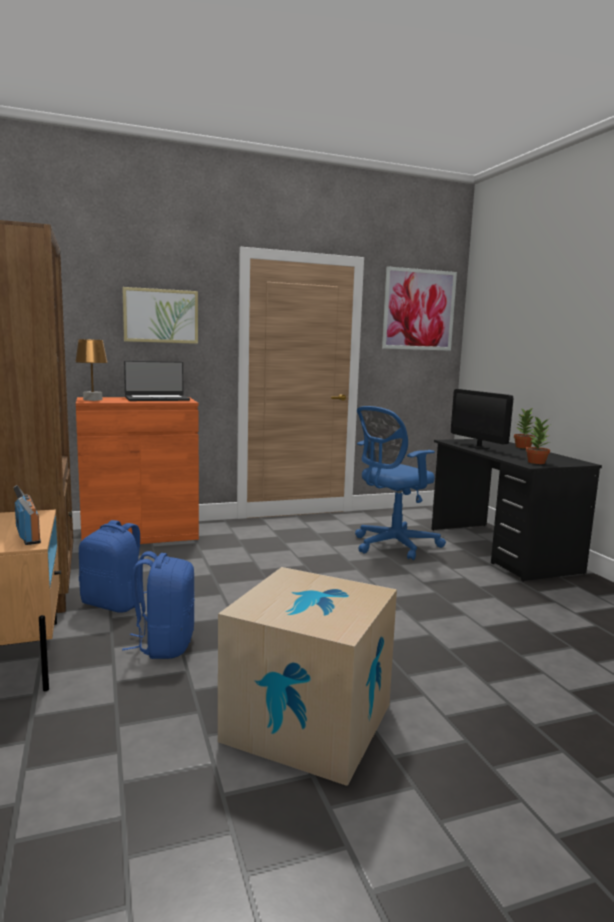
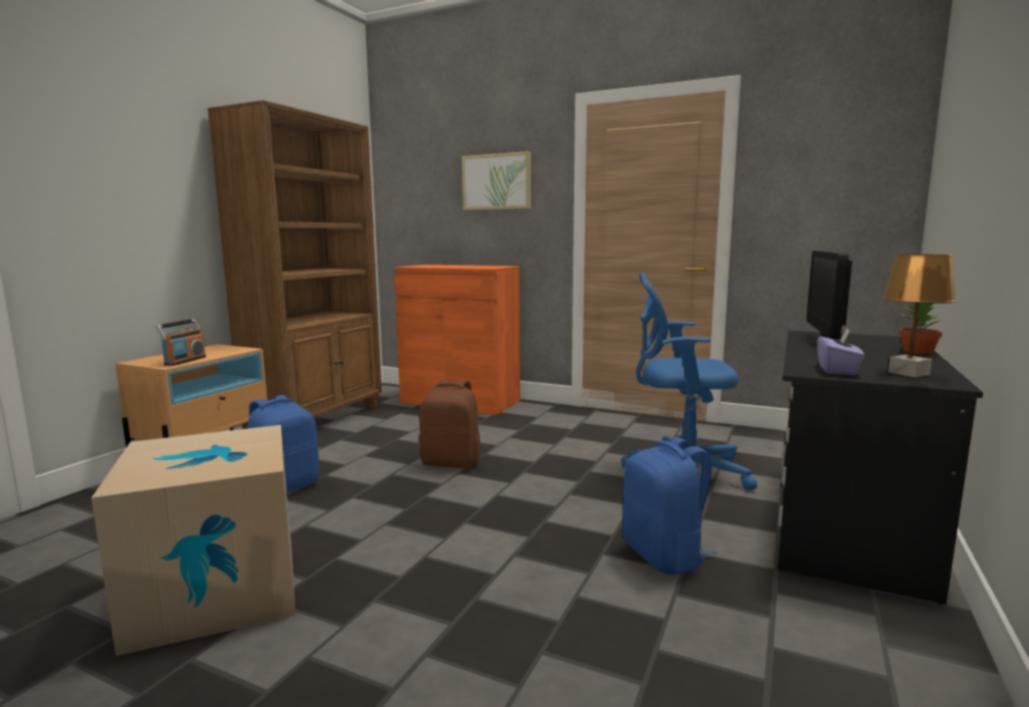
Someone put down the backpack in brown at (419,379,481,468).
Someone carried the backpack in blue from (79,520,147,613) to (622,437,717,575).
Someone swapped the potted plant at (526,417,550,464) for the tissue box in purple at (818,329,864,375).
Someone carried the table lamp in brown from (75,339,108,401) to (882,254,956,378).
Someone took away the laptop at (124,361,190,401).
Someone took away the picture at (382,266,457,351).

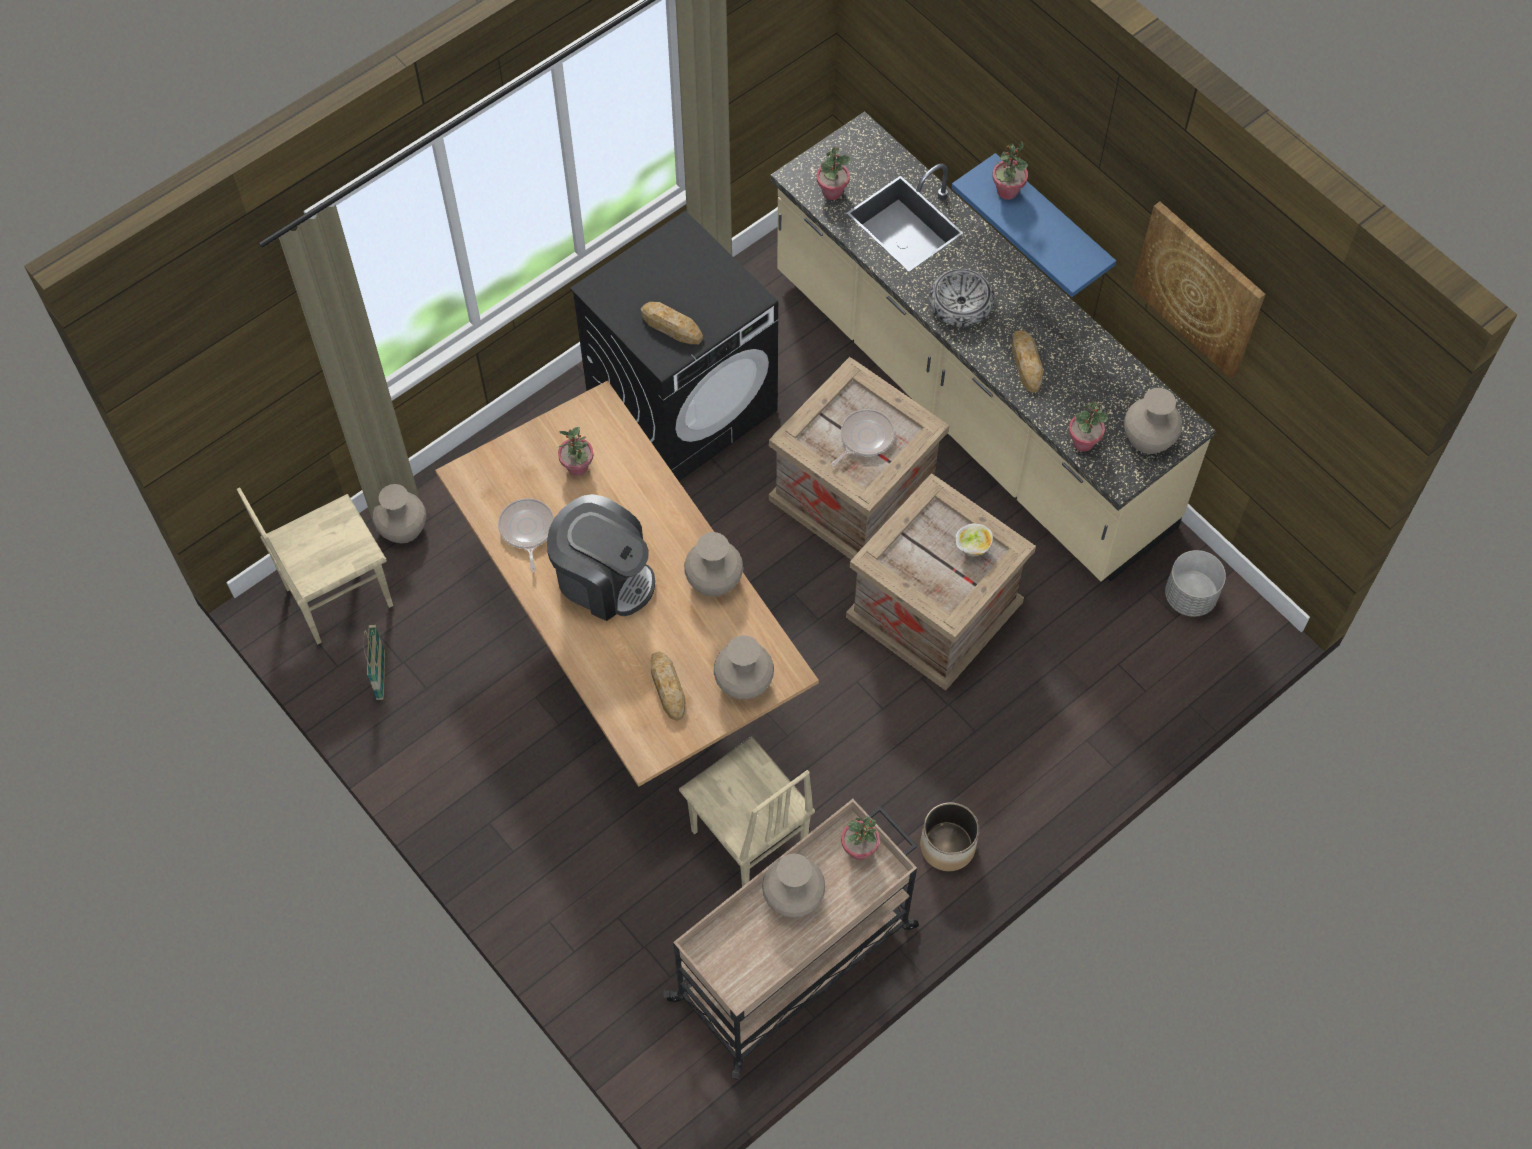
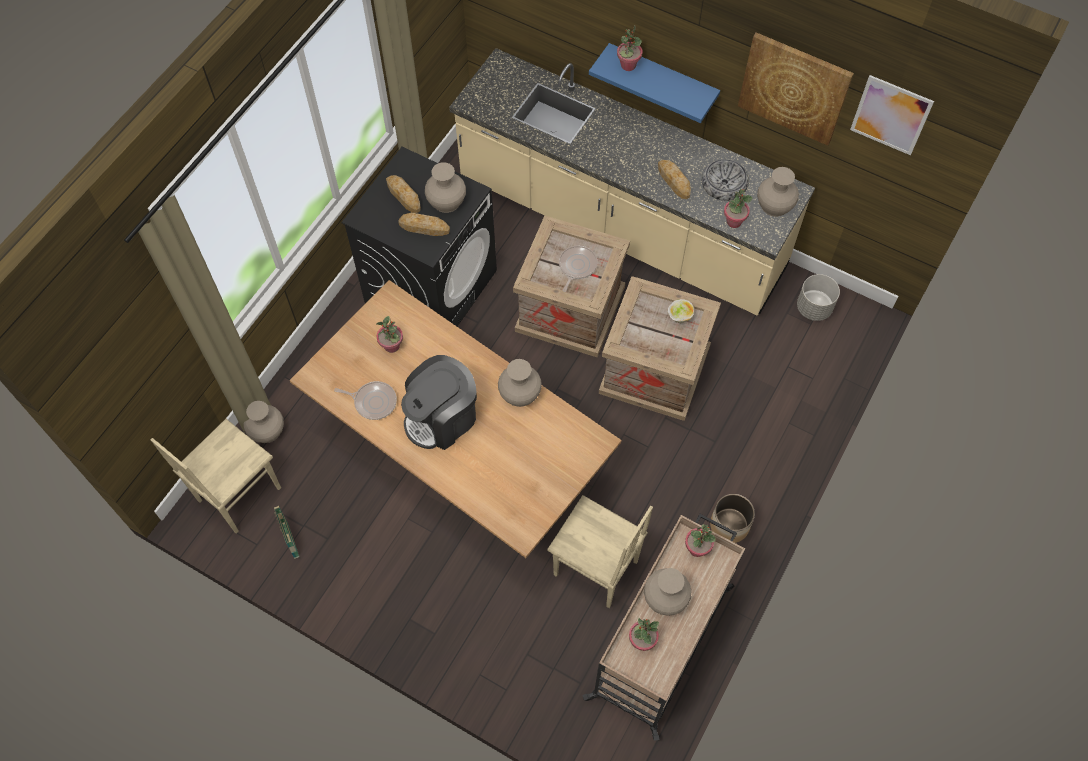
Someone rotated the frying pan at (498,498,554,572) by 135 degrees clockwise.
Someone carried the bread from (651,651,685,721) to (386,175,421,213).
Someone rotated the coffee machine at (547,494,655,621) by 135 degrees clockwise.
Someone carried the vase in beige from (714,635,774,700) to (425,162,466,213).
Someone carried the potted plant from (816,146,851,200) to (629,618,659,651).
Someone carried the bowl from (929,269,994,327) to (701,159,749,201).
Someone put up the picture at (850,75,934,155).

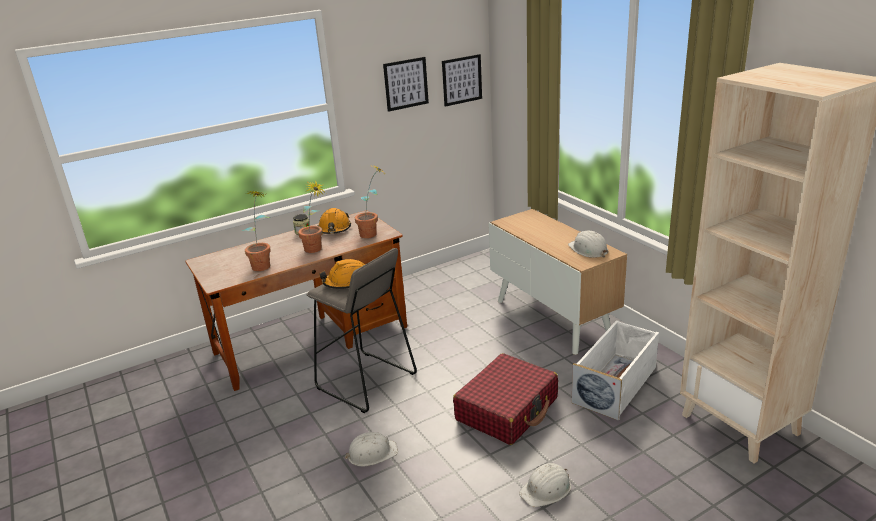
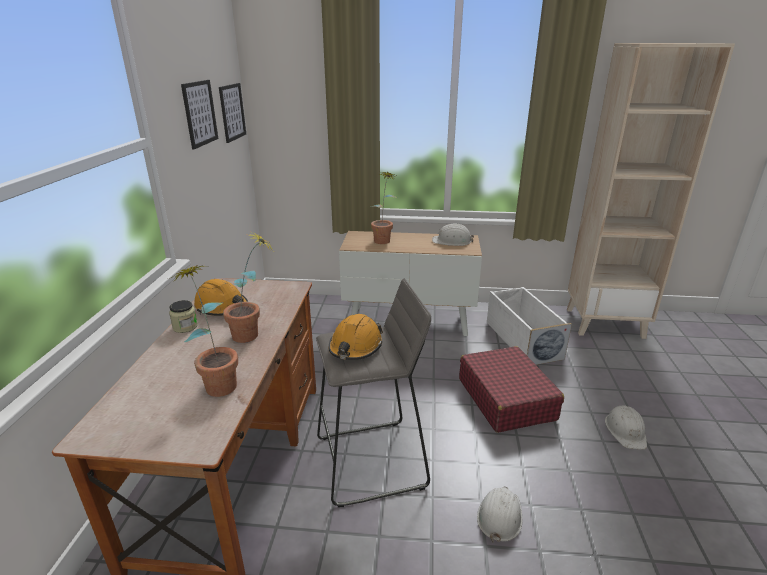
Someone carried the potted plant from (355,165,384,238) to (371,171,397,244).

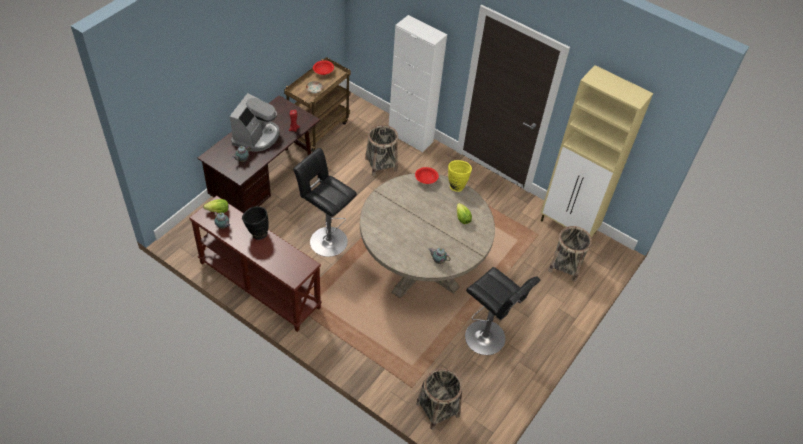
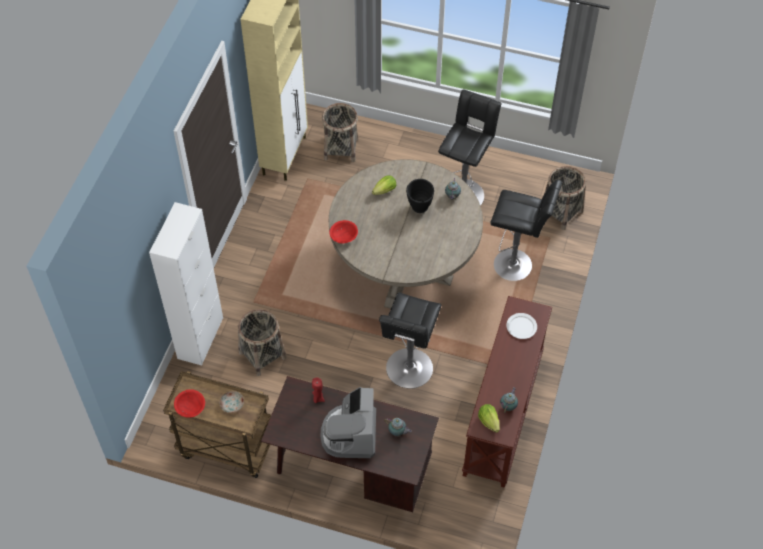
Someone rotated the coffee machine at (230,93,280,152) by 90 degrees counterclockwise.
Someone carried the vase in black from (242,206,269,240) to (406,179,434,213).
Someone put down the stool in black at (490,180,562,281).
Someone put down the plate in white at (506,313,537,339).
Someone took away the vase in yellow at (448,160,472,192).

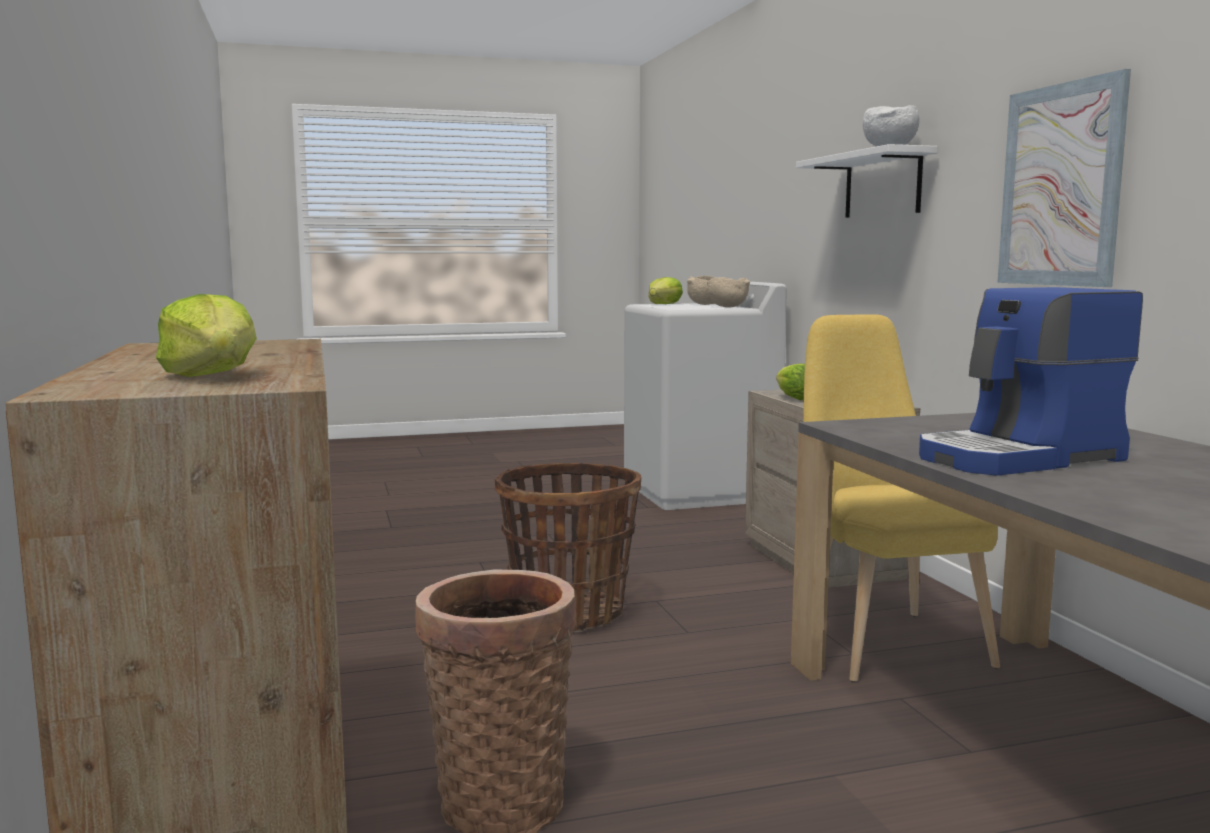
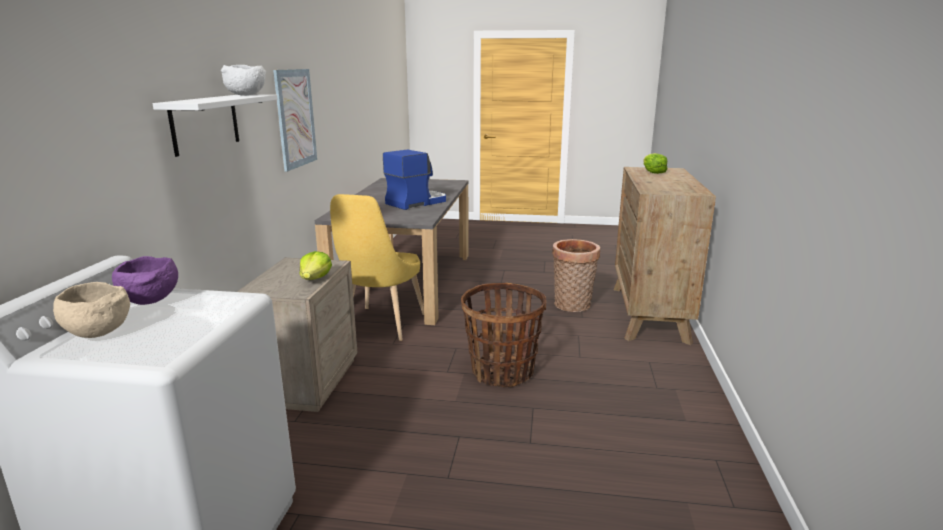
Someone repainted the bowl in beige at (707,277,750,308), which became the bowl in purple at (112,256,178,305).
Someone rotated the coffee machine at (919,287,1143,476) by 45 degrees counterclockwise.
Someone took away the lettuce at (648,277,683,304).

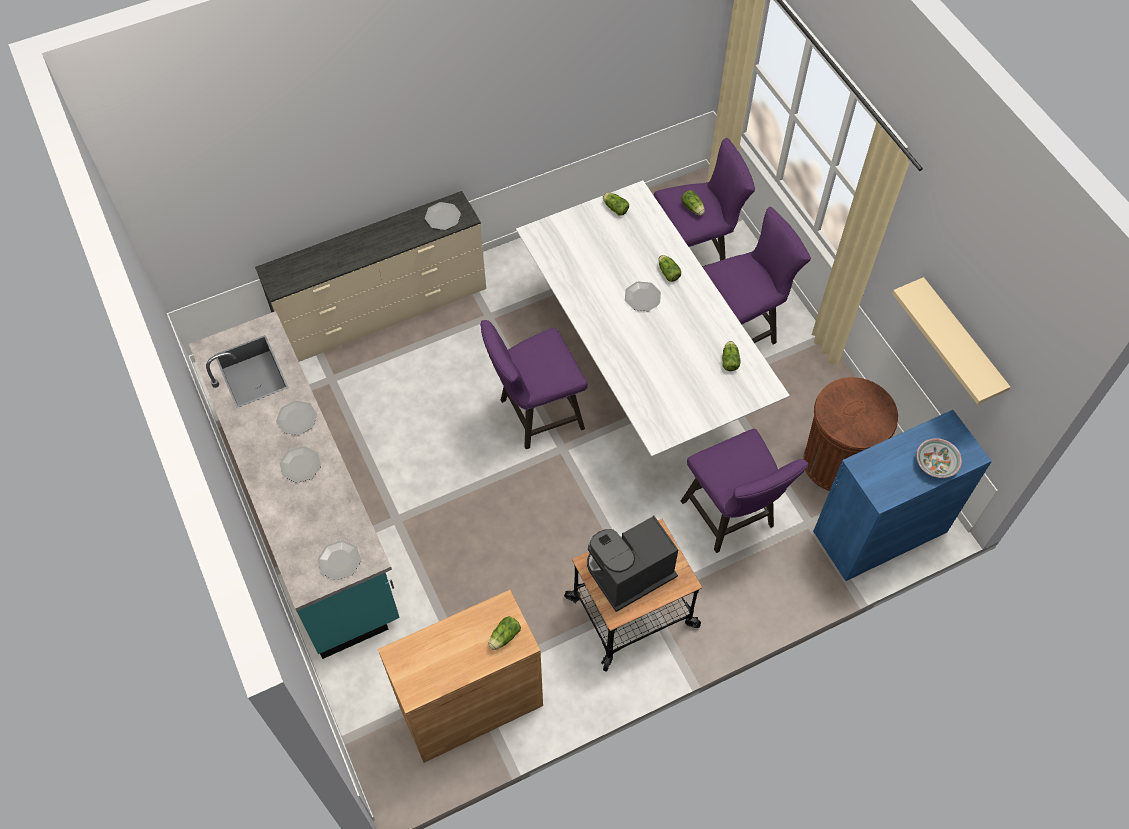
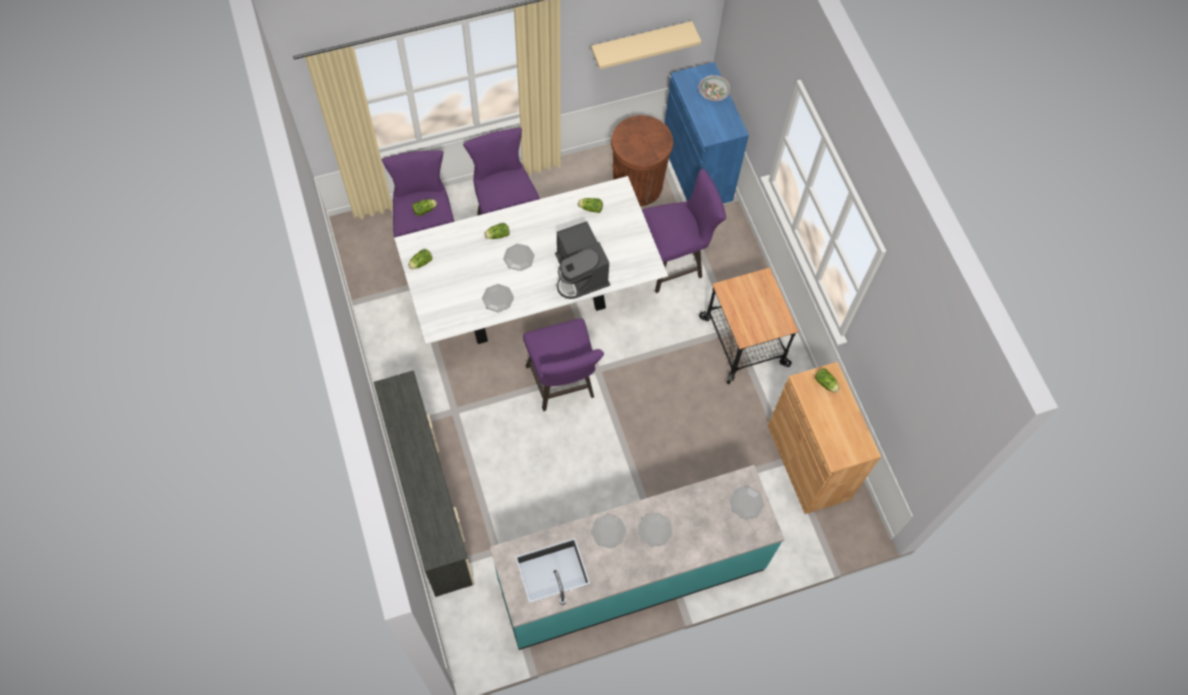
Someone carried the plate from (425,202,461,230) to (482,284,514,312).
Someone carried the coffee machine from (587,515,678,612) to (555,221,610,299).

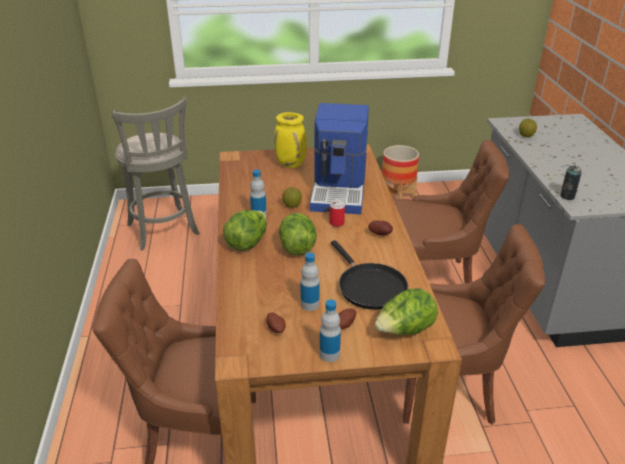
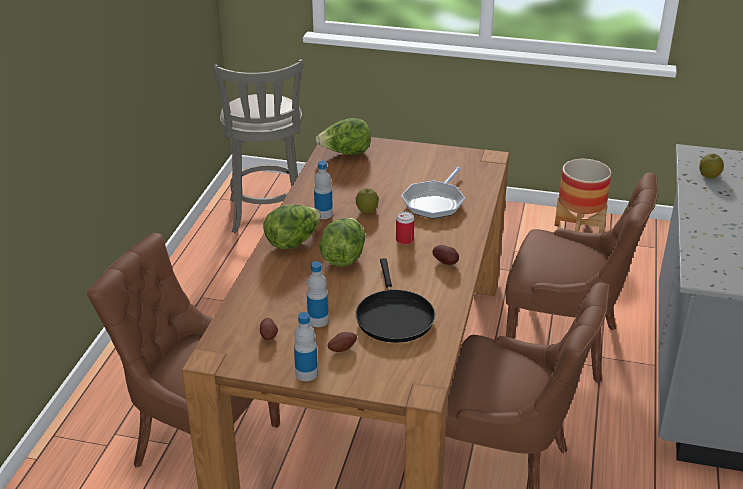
Someone carried the lettuce from (375,288,438,335) to (316,118,371,155).
Someone swapped the coffee machine at (310,103,369,214) for the frying pan at (401,167,465,219).
Someone took away the vase in yellow at (274,112,307,168).
Someone took away the can at (560,166,582,200).

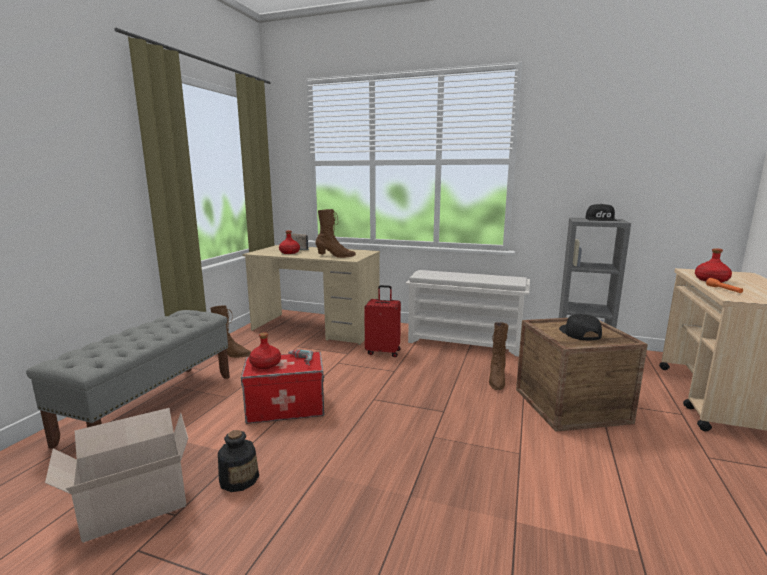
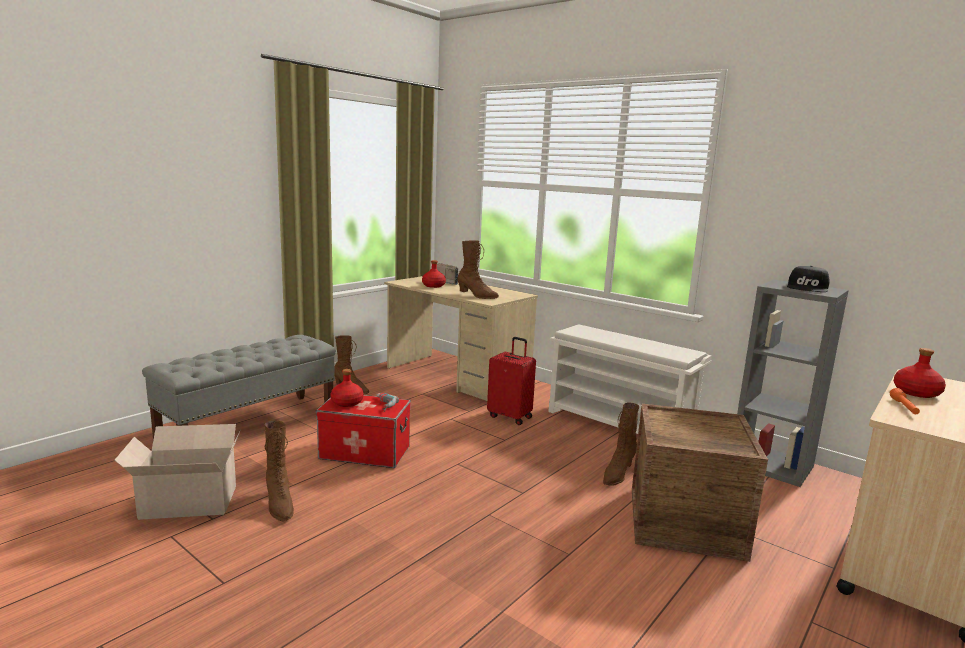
Someone swapped the bottle at (218,430,259,492) for the boot in brown at (265,420,294,522).
Someone took away the cap in black at (559,314,602,340).

